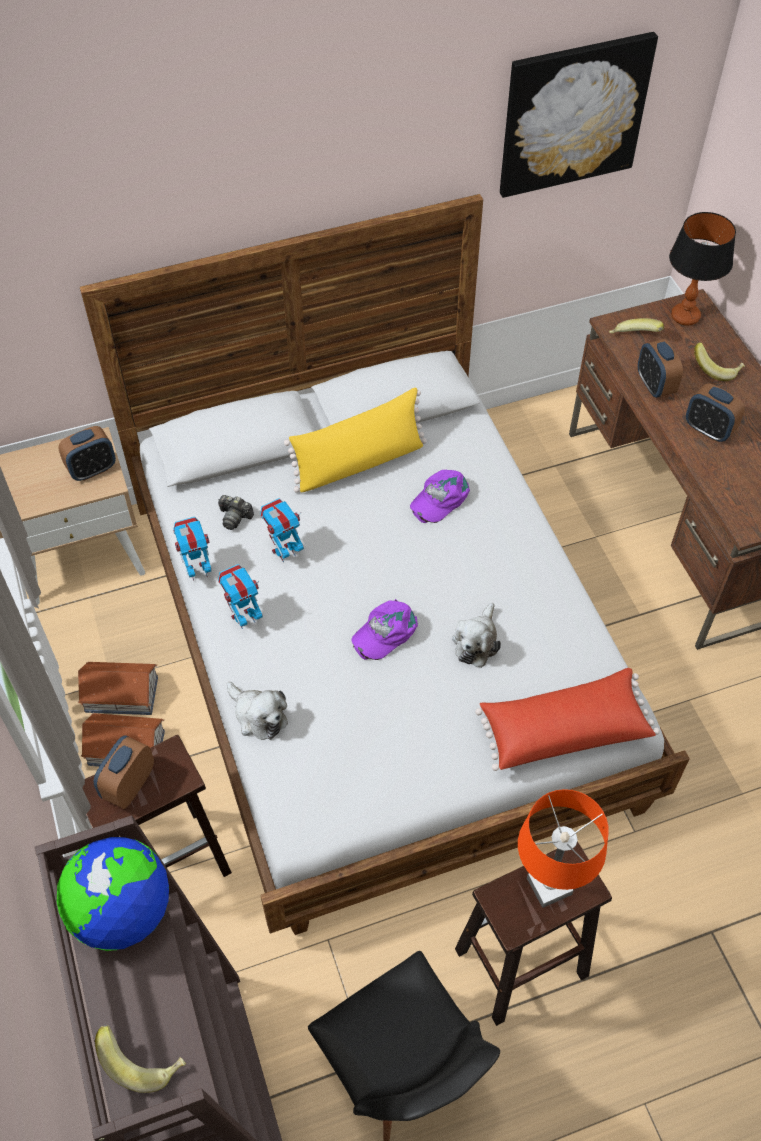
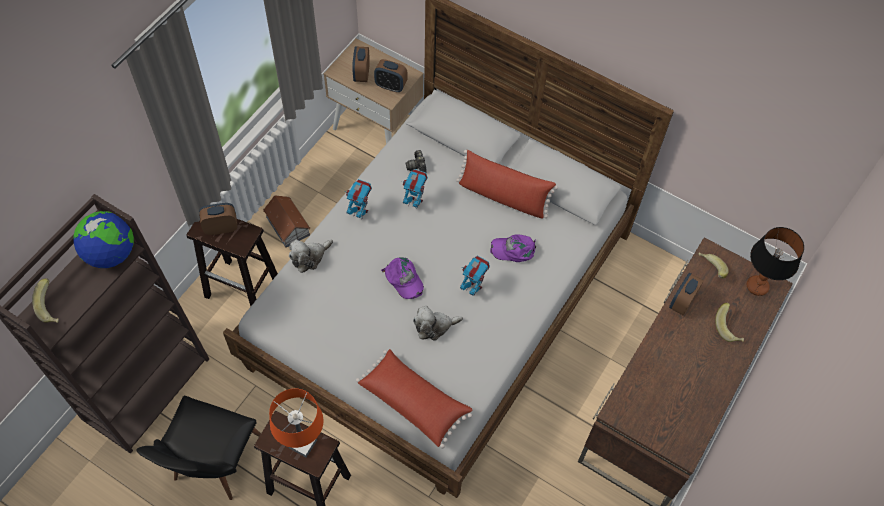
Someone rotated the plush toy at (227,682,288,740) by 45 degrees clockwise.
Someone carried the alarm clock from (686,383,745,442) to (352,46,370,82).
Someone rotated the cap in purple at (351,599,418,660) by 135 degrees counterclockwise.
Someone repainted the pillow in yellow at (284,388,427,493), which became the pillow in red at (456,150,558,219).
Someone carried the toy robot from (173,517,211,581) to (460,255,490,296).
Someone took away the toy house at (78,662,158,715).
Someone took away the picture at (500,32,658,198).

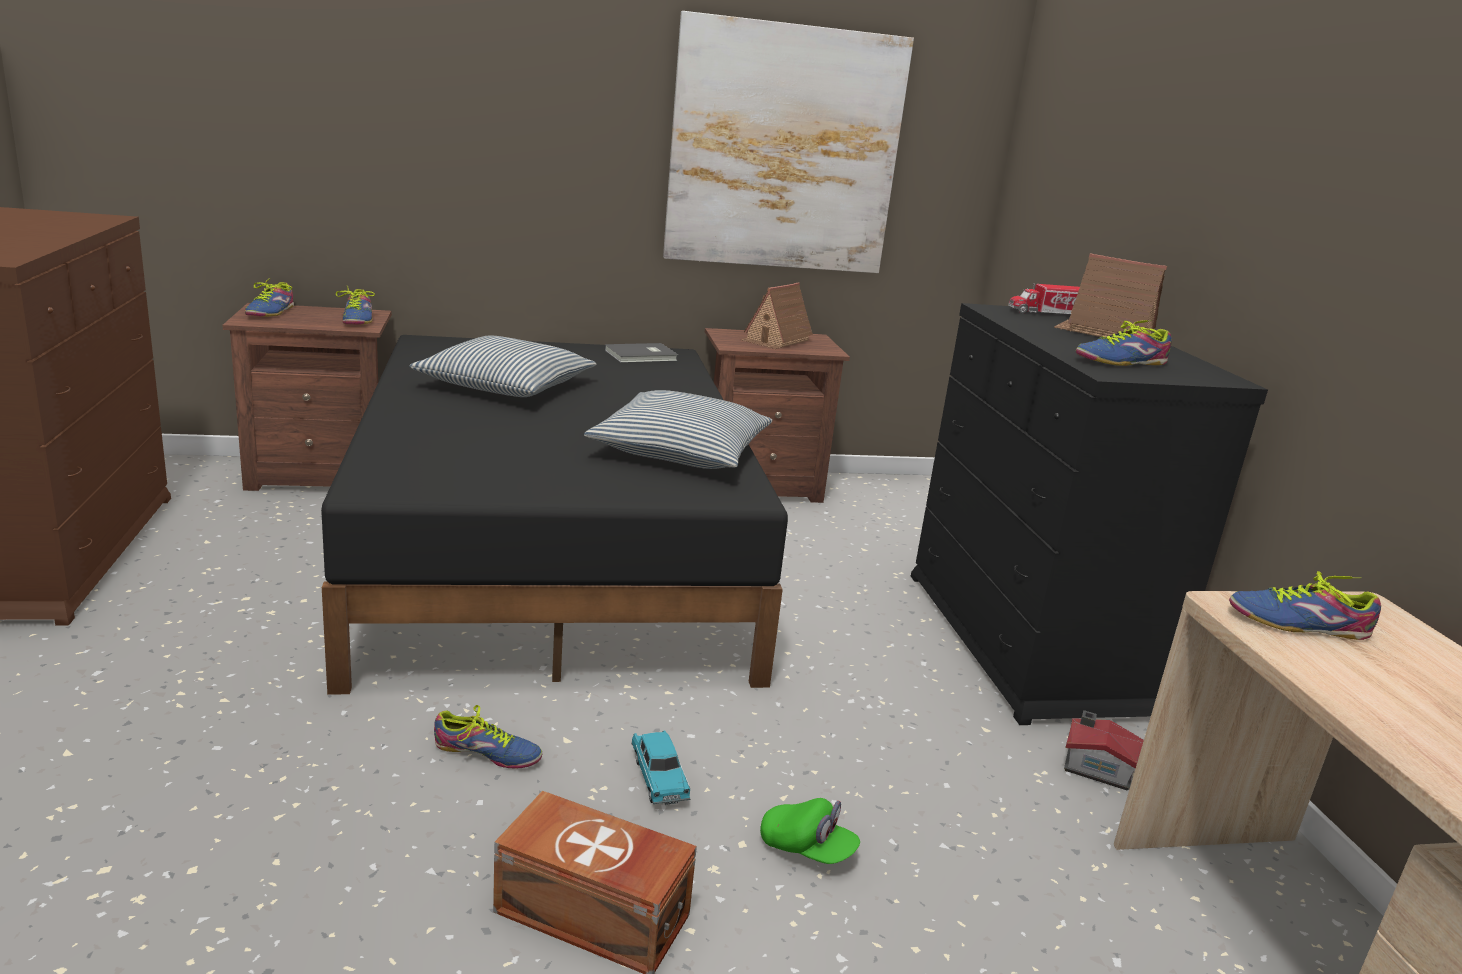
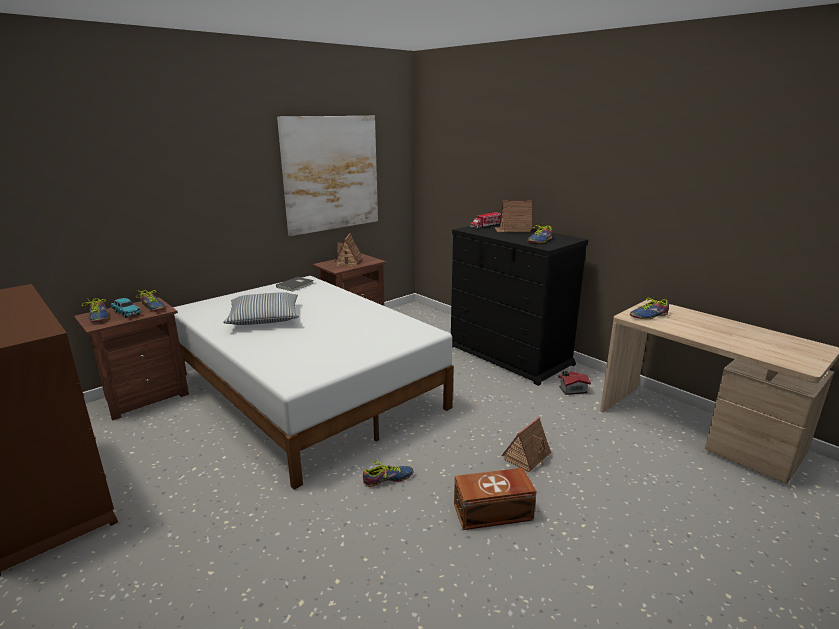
Someone carried the toy car in turquoise from (631,730,690,805) to (111,298,141,318).
Someone repainted the bed in black at (321,335,788,695), which became the bed in white at (173,276,454,490).
Someone swapped the cap in green at (760,798,860,864) for the toy house at (502,417,552,472).
Someone took away the pillow at (584,390,772,469).

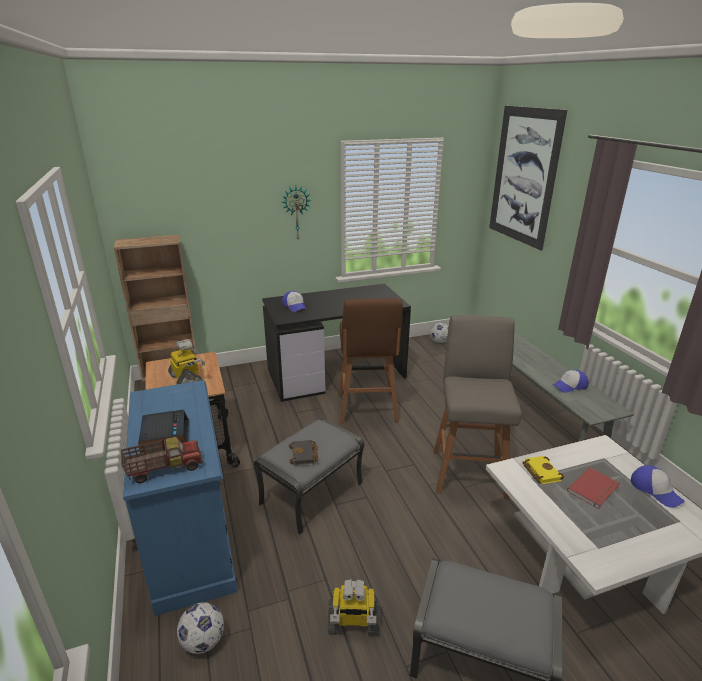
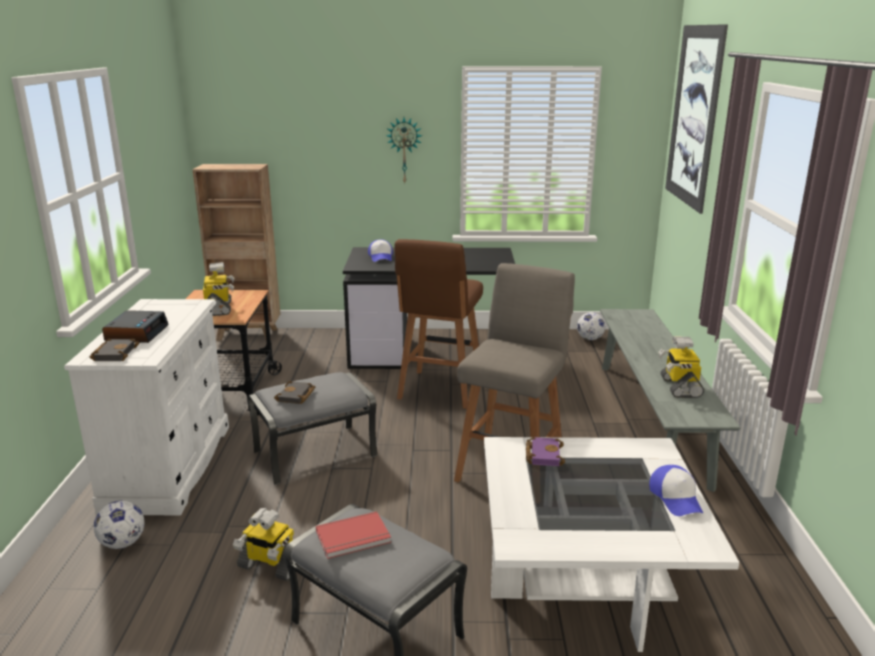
Someone repainted the dresser in blue at (123,380,238,616), which became the dresser in white at (64,299,229,515).
Someone swapped the toy truck at (121,437,203,483) for the book in black at (90,339,140,361).
Someone carried the book in red from (567,467,620,509) to (316,511,391,559).
Someone repainted the book in yellow at (522,456,564,484), which became the book in purple at (526,437,565,466).
Someone swapped the cap at (552,370,589,393) for the toy robot at (658,336,704,398).

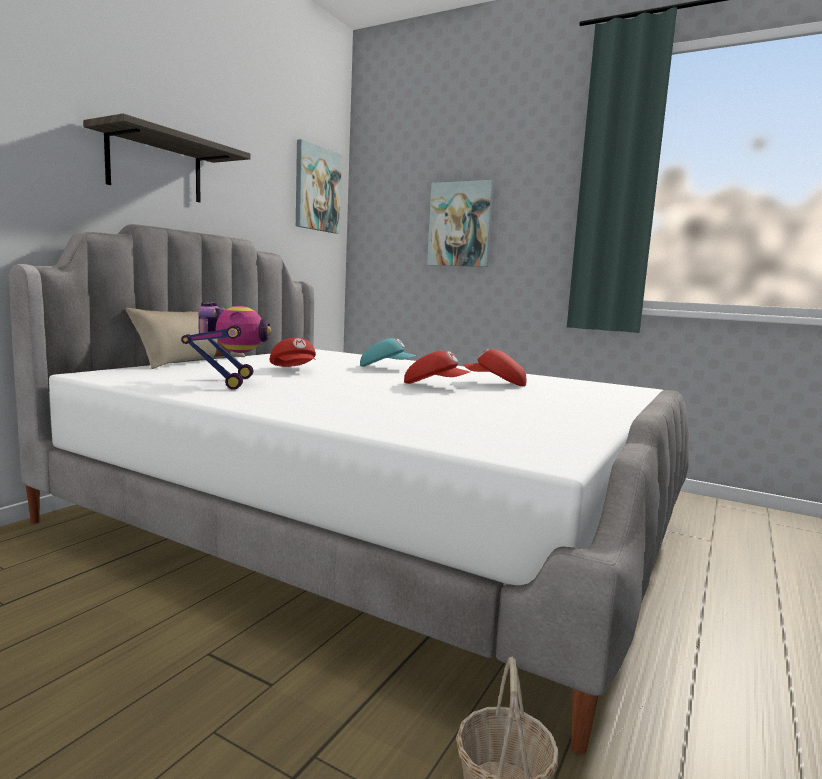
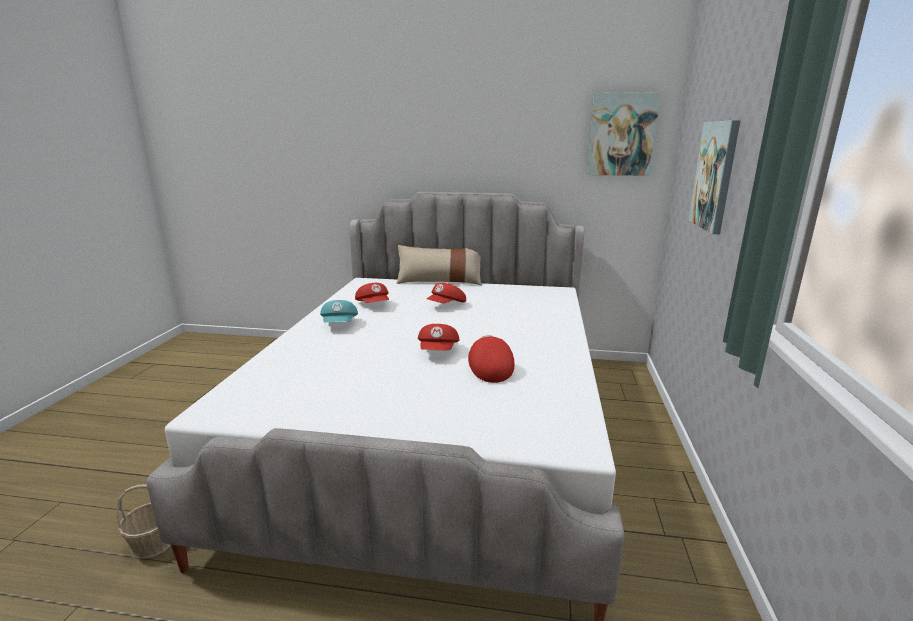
Someone carried the cap in turquoise from (360,338,416,367) to (320,300,358,322).
Someone swapped the toy robot at (181,302,271,390) for the cap in red at (355,283,389,303).
Someone took away the shelf at (83,113,251,203).

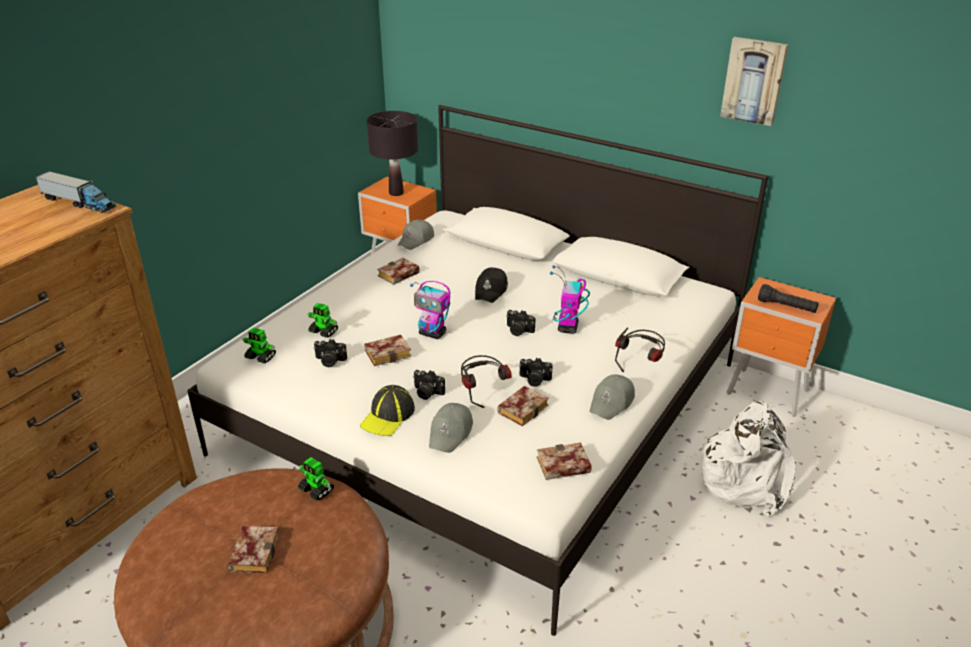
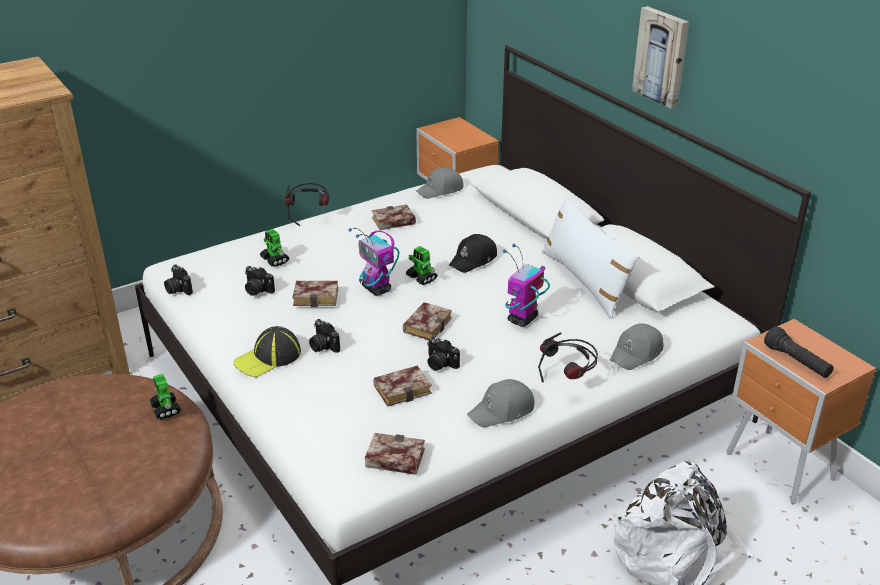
Someone carried the photo camera from (506,310,535,336) to (164,264,193,295).
Someone carried the headphones from (461,355,511,408) to (285,183,329,226).
Someone carried the book from (228,526,279,574) to (403,302,452,340).
Someone carried the toy robot from (243,327,276,363) to (406,246,438,285).
Someone put down the pillow in white at (542,196,640,319).
Someone carried the cap in grey from (429,403,473,453) to (610,323,664,370).
Someone carried the picture from (720,37,789,126) to (632,6,689,109).
Someone took away the toy truck at (36,171,116,213).
Someone took away the table lamp in black at (367,111,418,196).

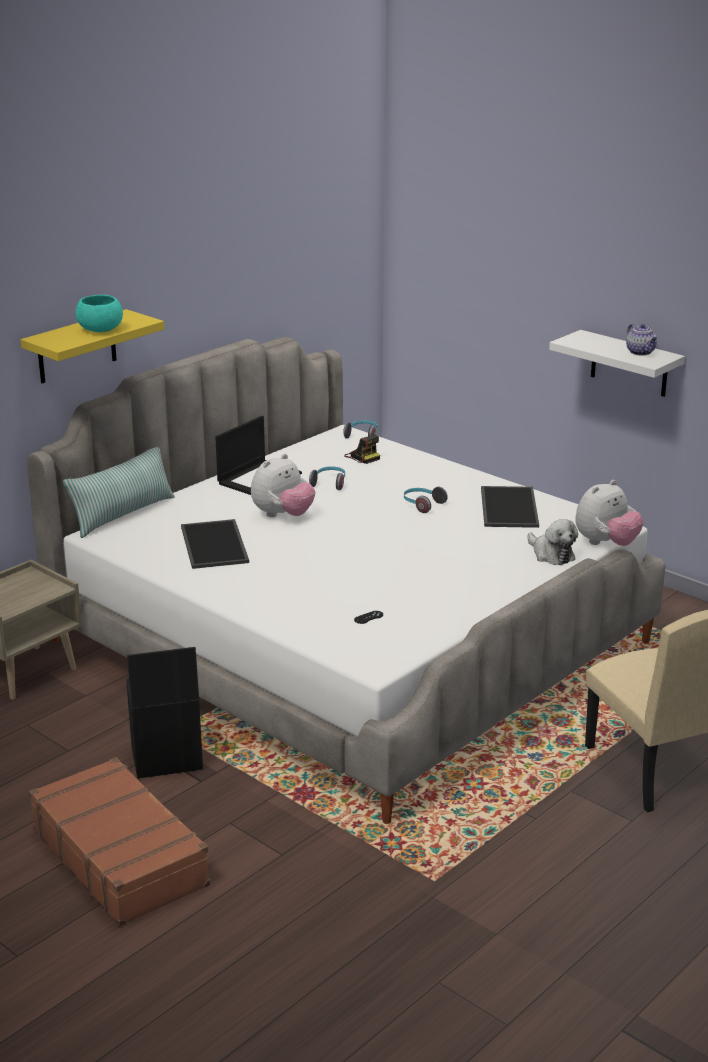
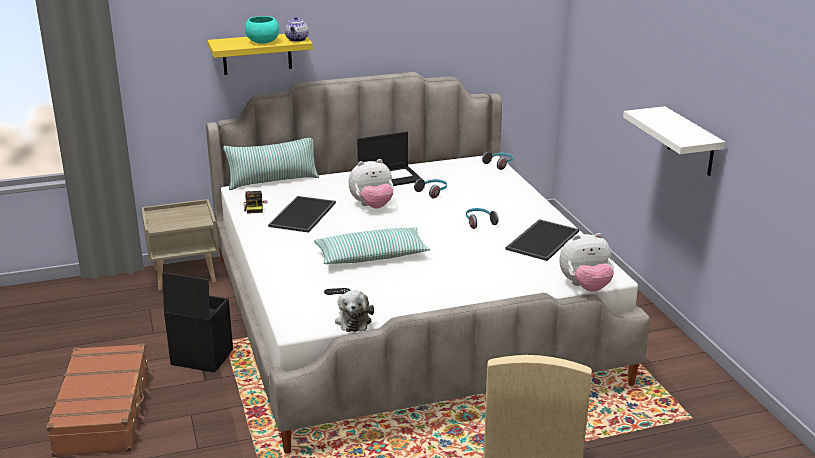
Someone carried the photo camera from (344,435,380,464) to (244,191,268,214).
Someone carried the teapot from (626,324,657,356) to (285,17,309,42).
Someone put down the pillow at (314,227,430,264).
Someone carried the plush toy from (528,519,578,565) to (335,290,374,332).

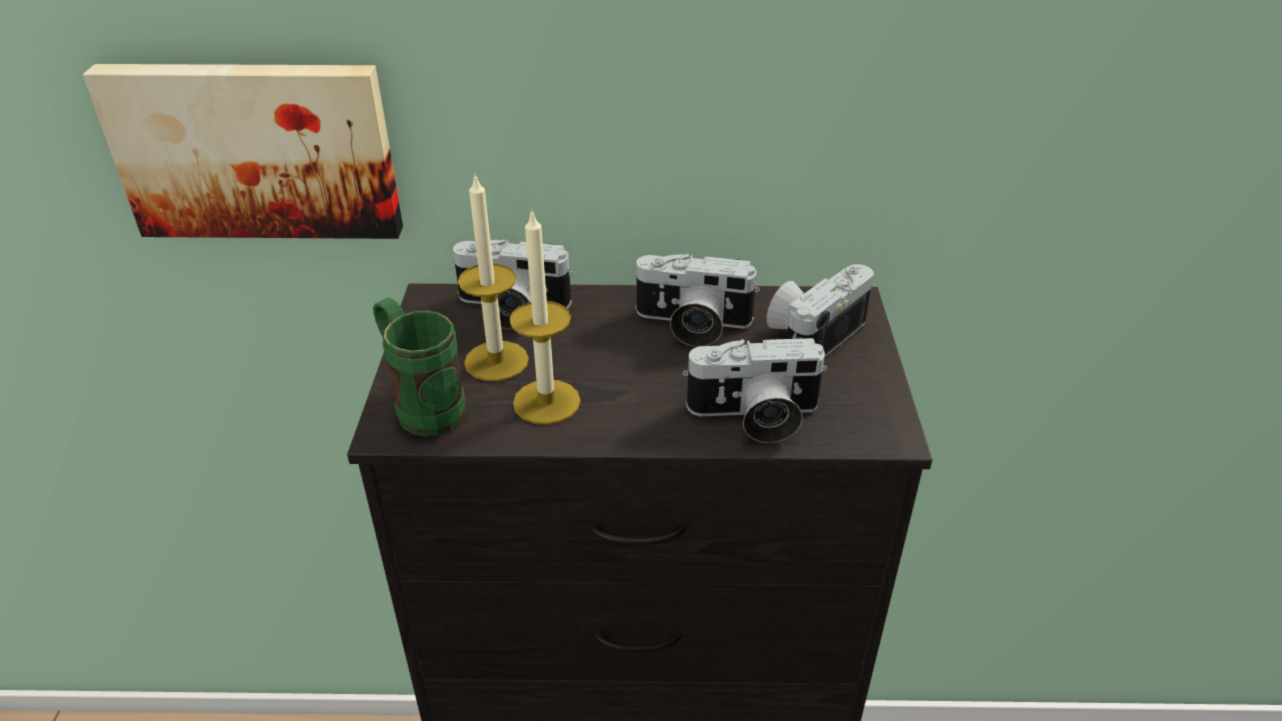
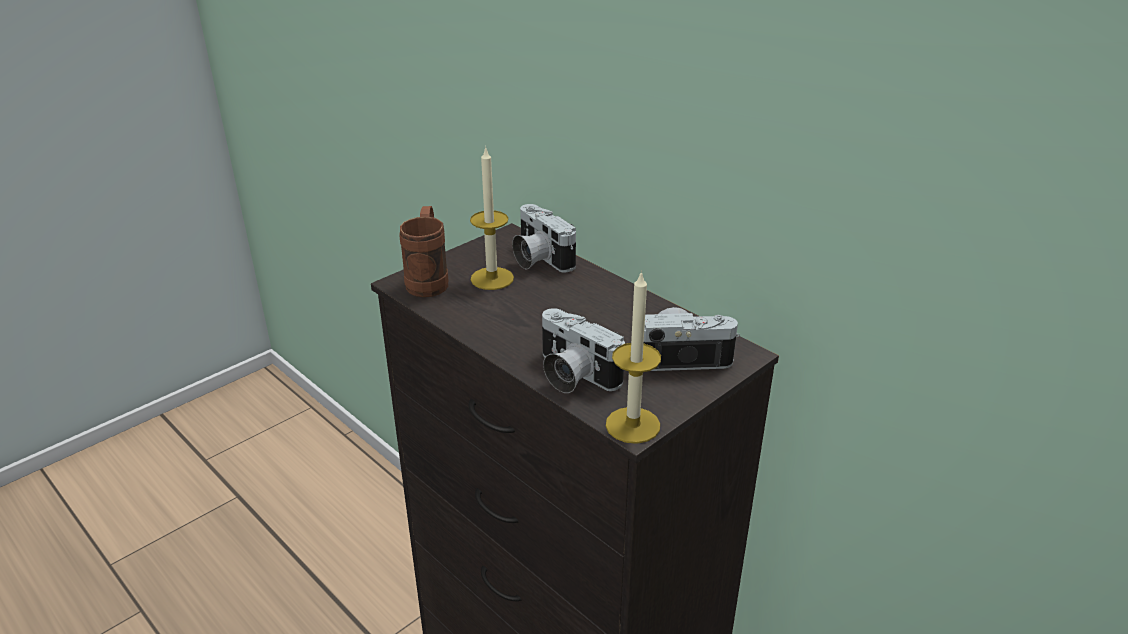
Someone repainted the mug in green at (373,298,465,437), which became the mug in brown at (399,206,449,297).
Someone carried the candle from (509,209,581,425) to (606,270,661,444).
Someone took away the picture at (83,64,403,239).
Someone took away the photo camera at (632,254,760,347).

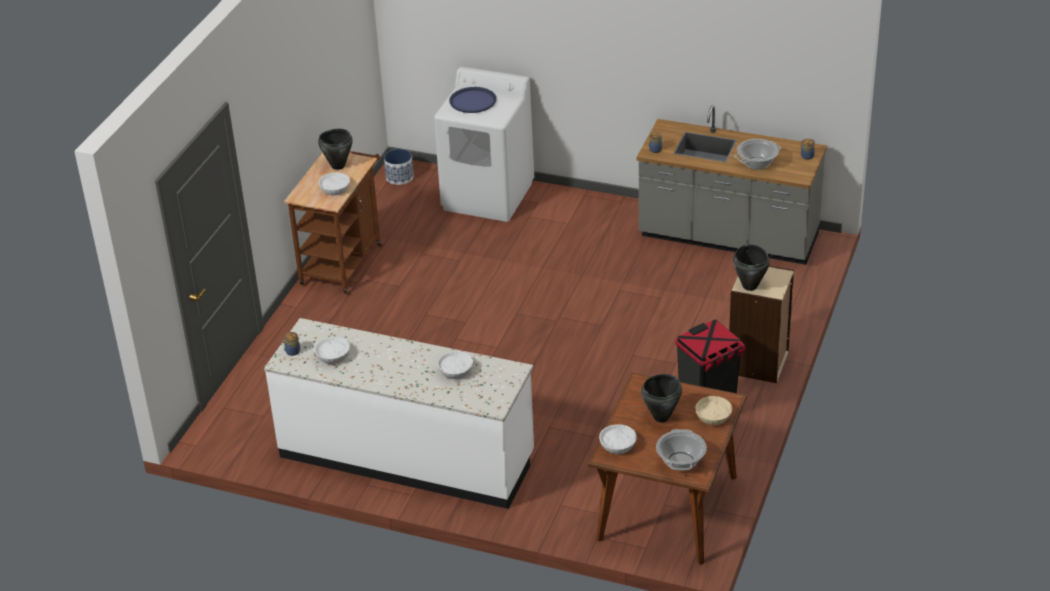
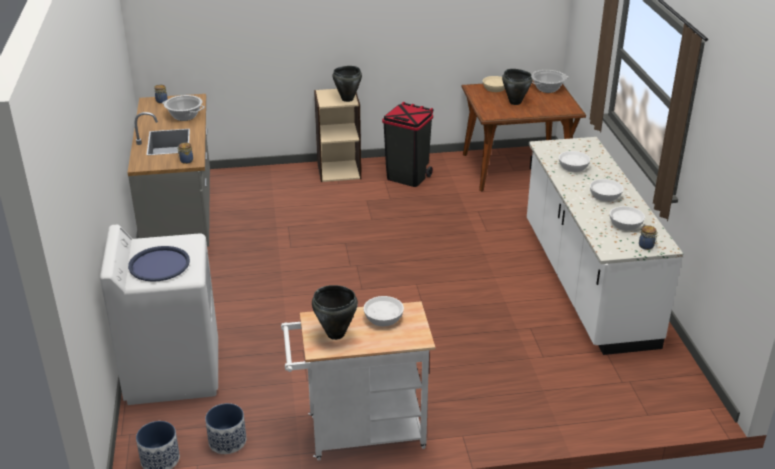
Someone put down the planter at (205,403,246,454).
Someone repainted the cart in brown at (284,151,383,295), which became the cart in white at (281,301,435,461).
Someone carried the bowl in white from (599,424,637,454) to (590,179,623,202).

